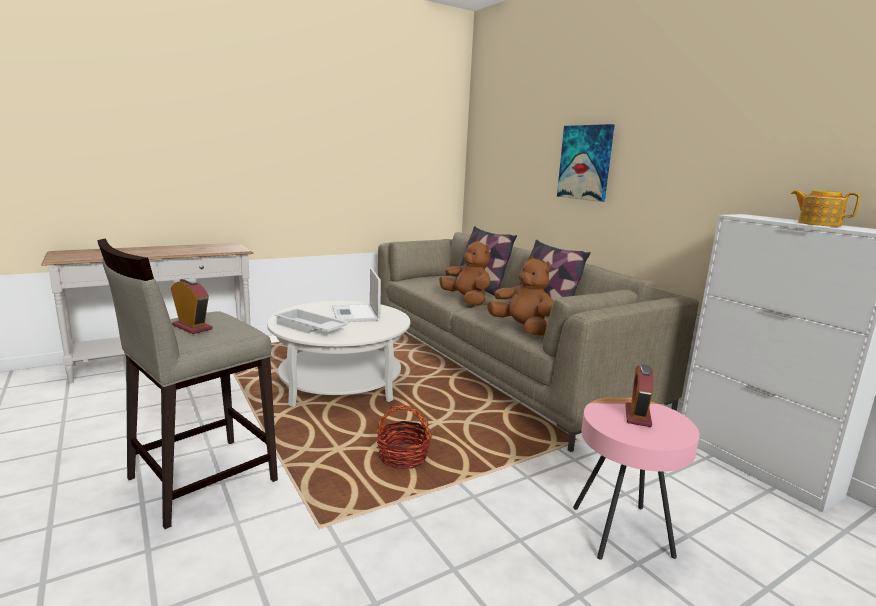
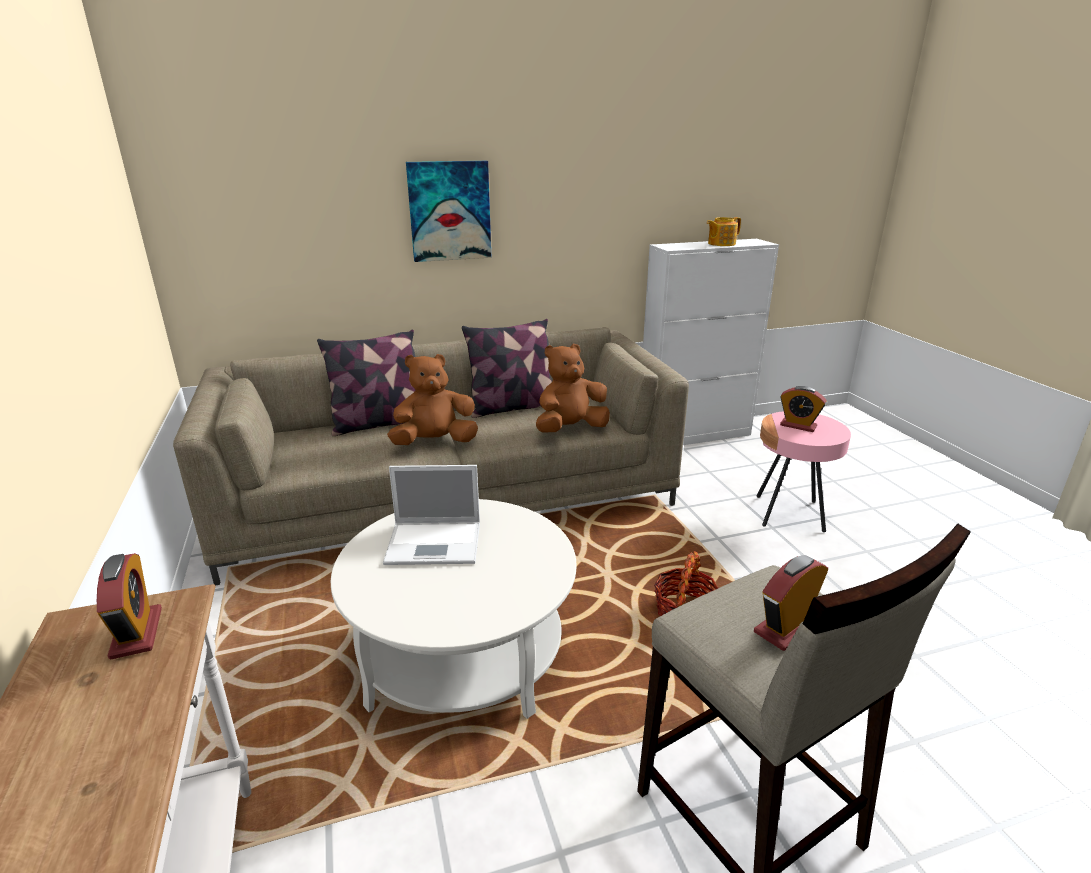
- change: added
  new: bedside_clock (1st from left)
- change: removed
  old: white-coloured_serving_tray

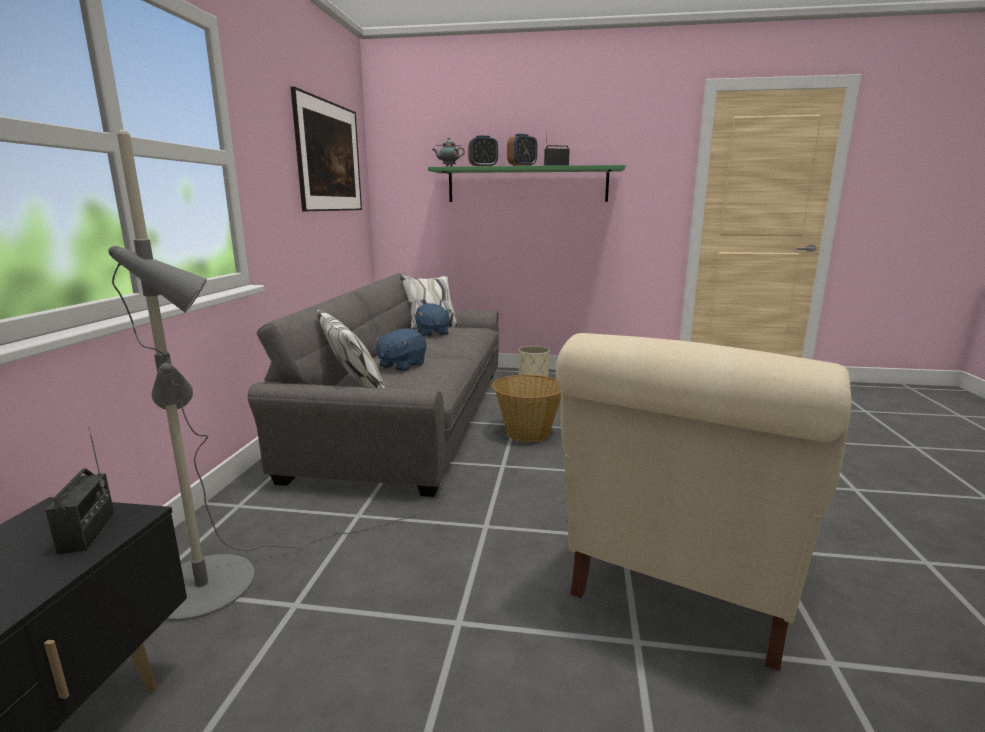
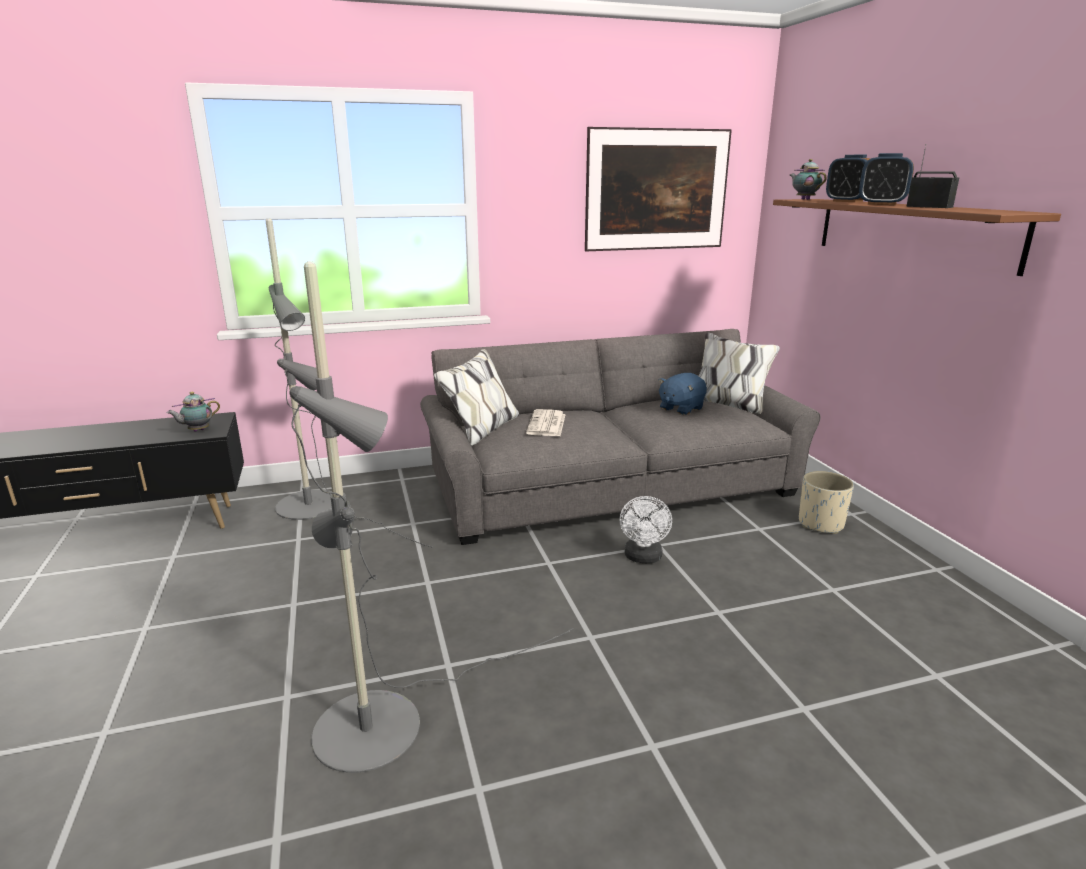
- change: replaced
  old: radio_receiver (1st from left)
  new: pot_for_tea (1st from left)
- change: replaced
  old: beige-coloured_easy_chair
  new: gray_standing_lamp (2nd from left)
- change: replaced
  old: bluish_soft_toy (1st from left)
  new: daily_paper
- change: replaced
  old: storage_basket
  new: white-coloured_fan
- change: recoloured
  old: green-coloured_bracket_shelf
  new: brownish_bracket_shelf

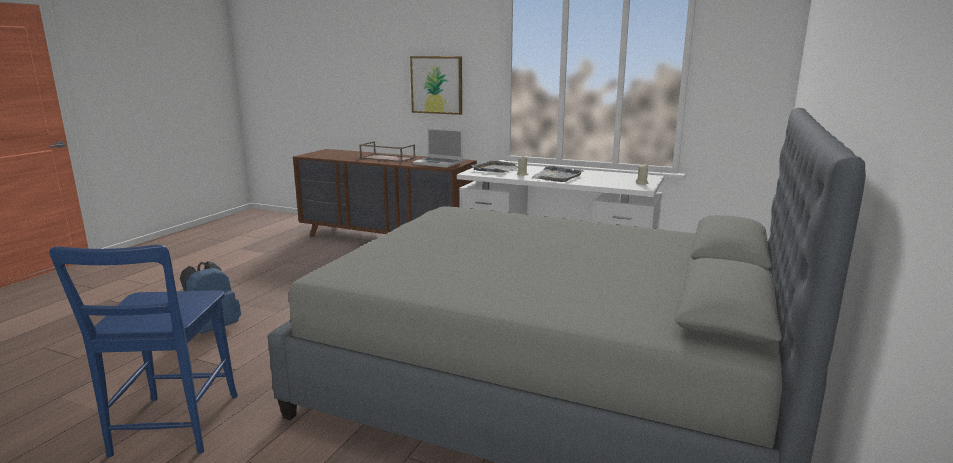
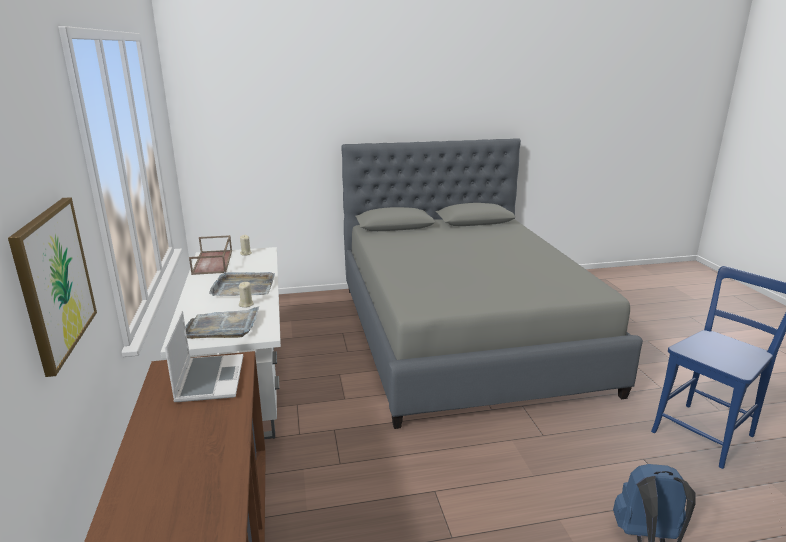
- change: moved
  old: brownish_serving_tray

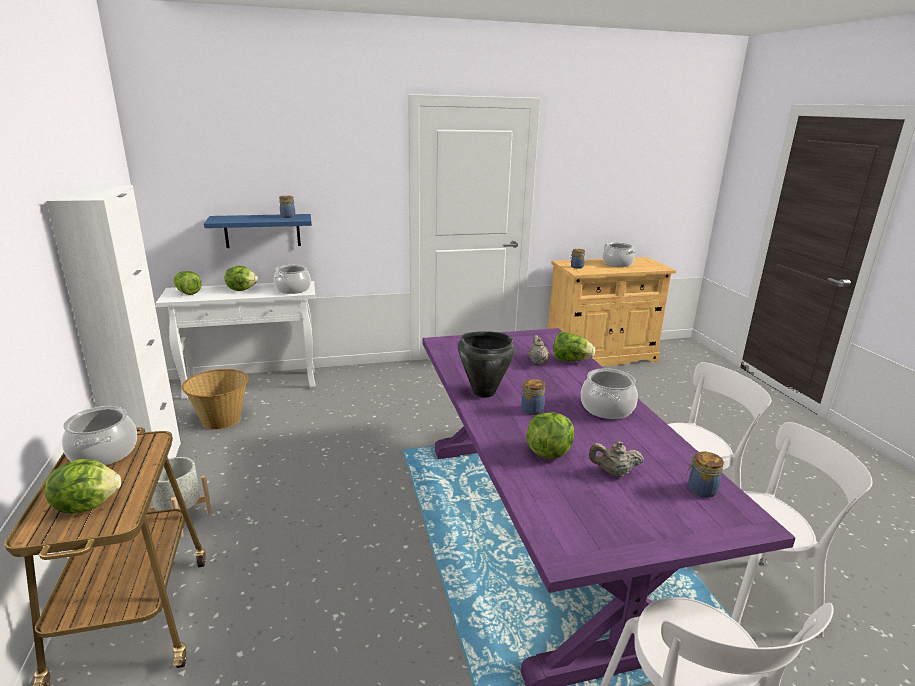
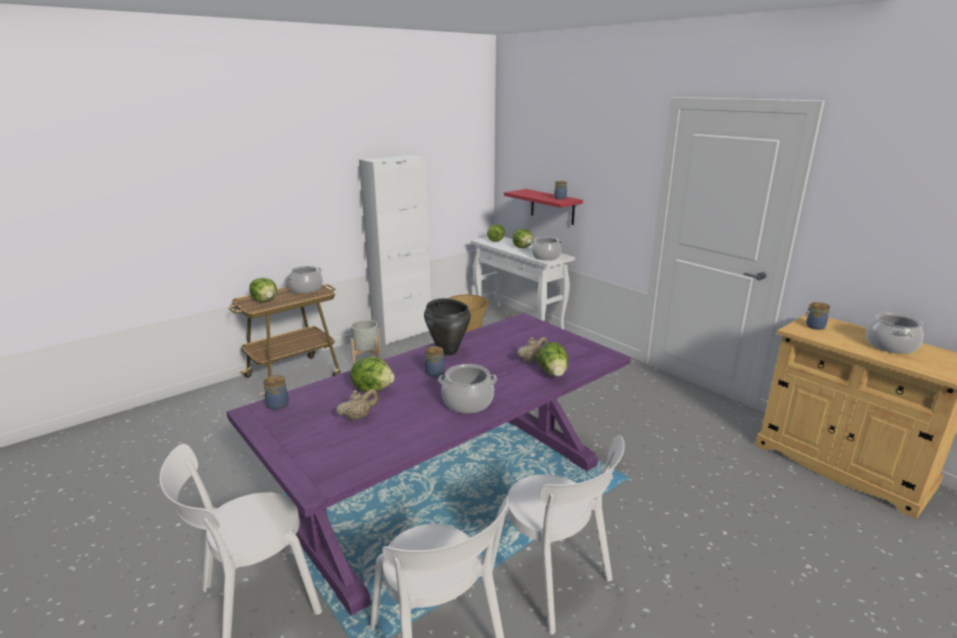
- change: moved
  old: preserve_jar (4th from left in the first image)
  new: preserve_jar (1st from left)
- change: turned
  old: beige-coloured_pot_for_tea (2nd from left in the first image)
  degrees: 75
- change: recoloured
  old: bluish_bracket_shelf
  new: red_bracket_shelf

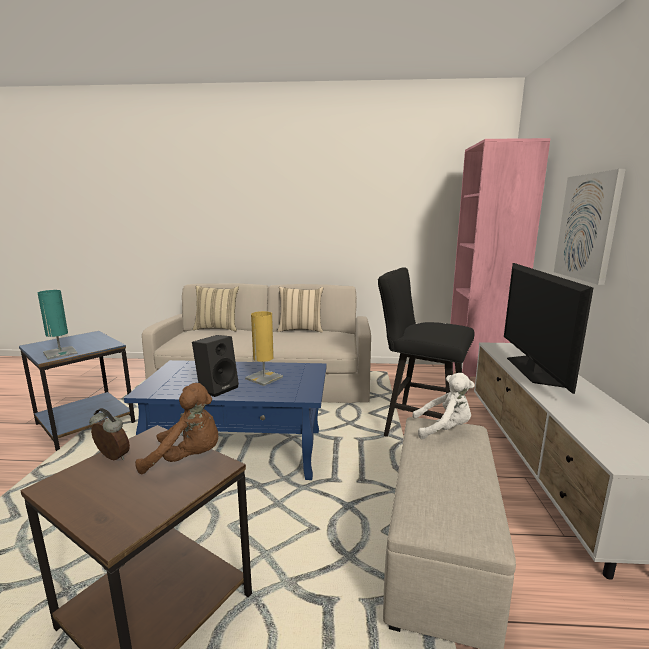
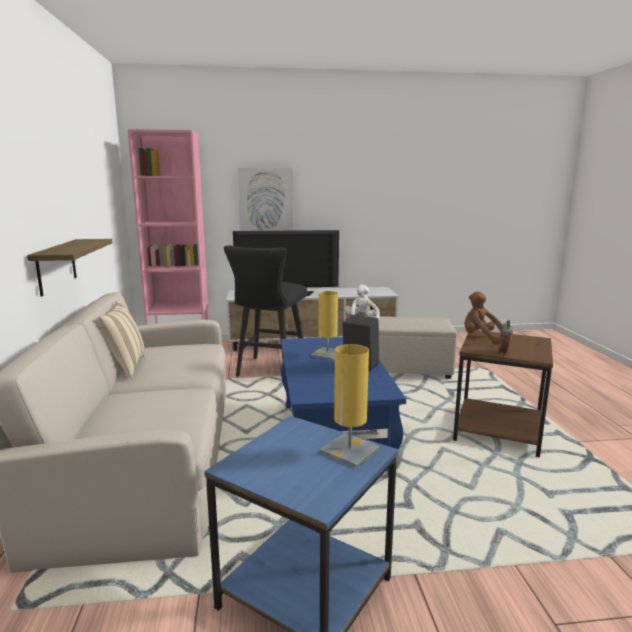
- change: added
  new: bracket_shelf
- change: recoloured
  old: turquoise-coloured_table_lamp
  new: yellowish_table_lamp (2nd from left)
- change: turned
  old: brownish_soft_toy
  degrees: -45
- change: removed
  old: beige-coloured_cushion (1st from left)

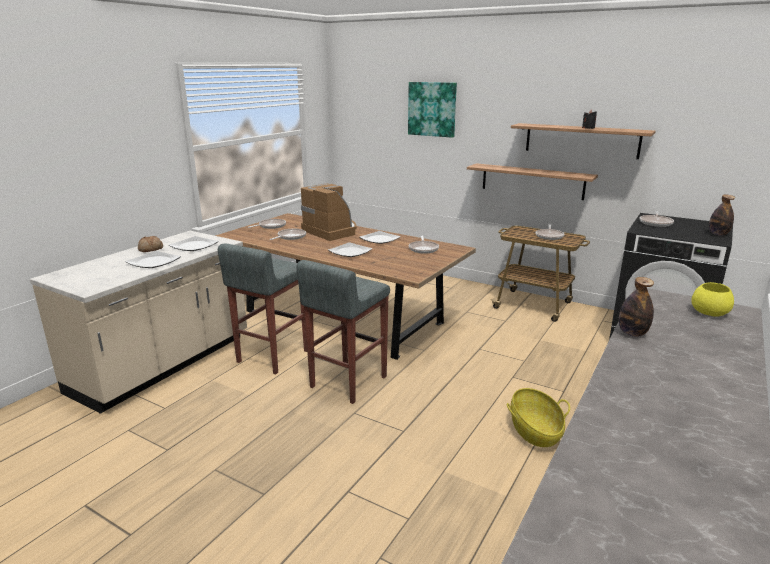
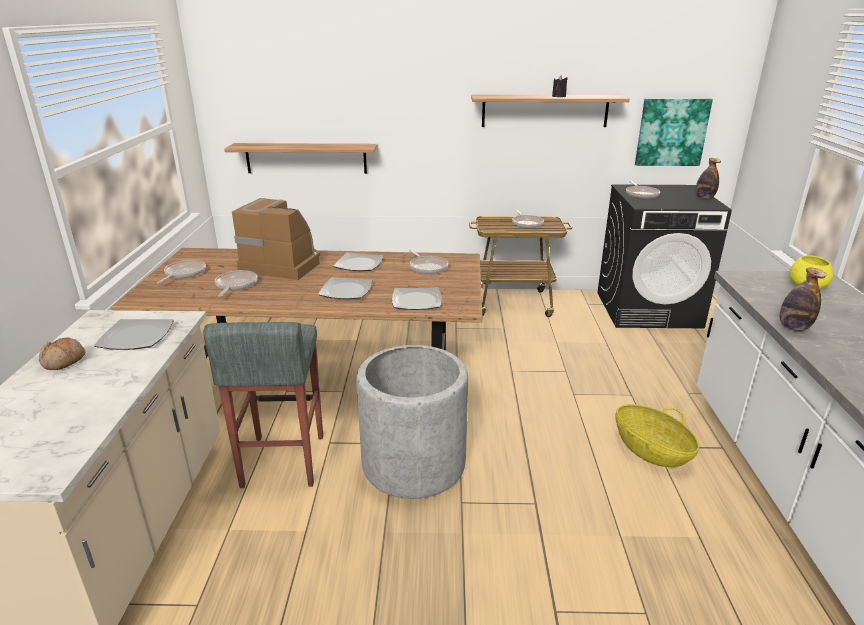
- change: moved
  old: bracket_shelf (1st from left)
- change: replaced
  old: gray_sitting_stool (2nd from left)
  new: gray_plant_pot
- change: moved
  old: dinner_plate (1st from left in the first image)
  new: dinner_plate (4th from left)
- change: moved
  old: wall_art

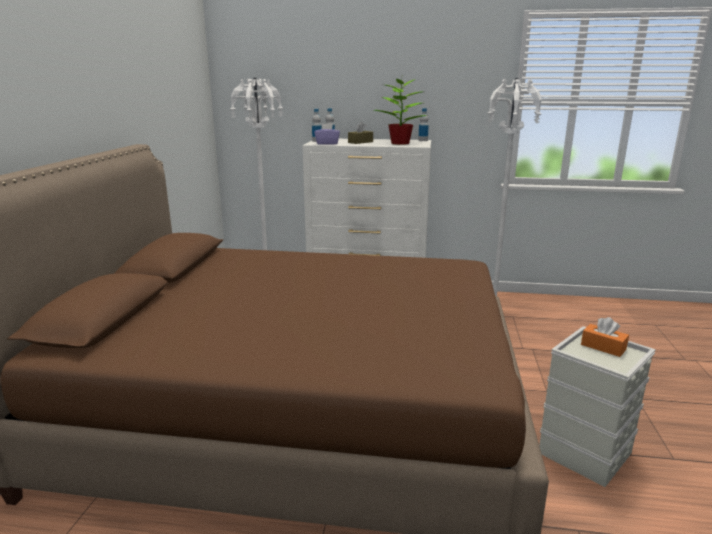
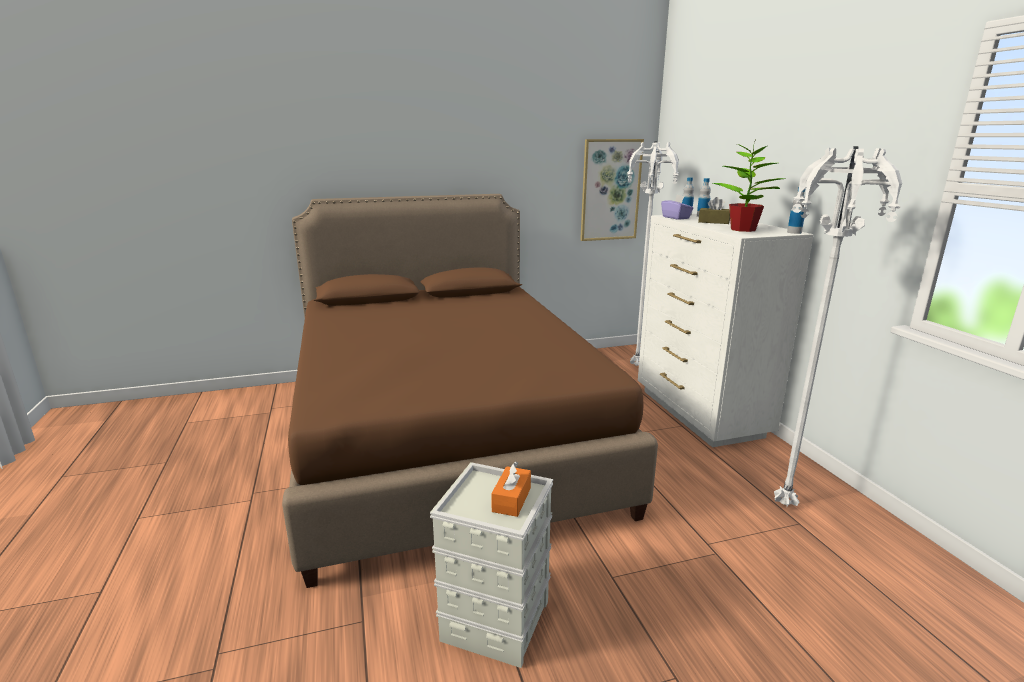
- change: added
  new: wall_art

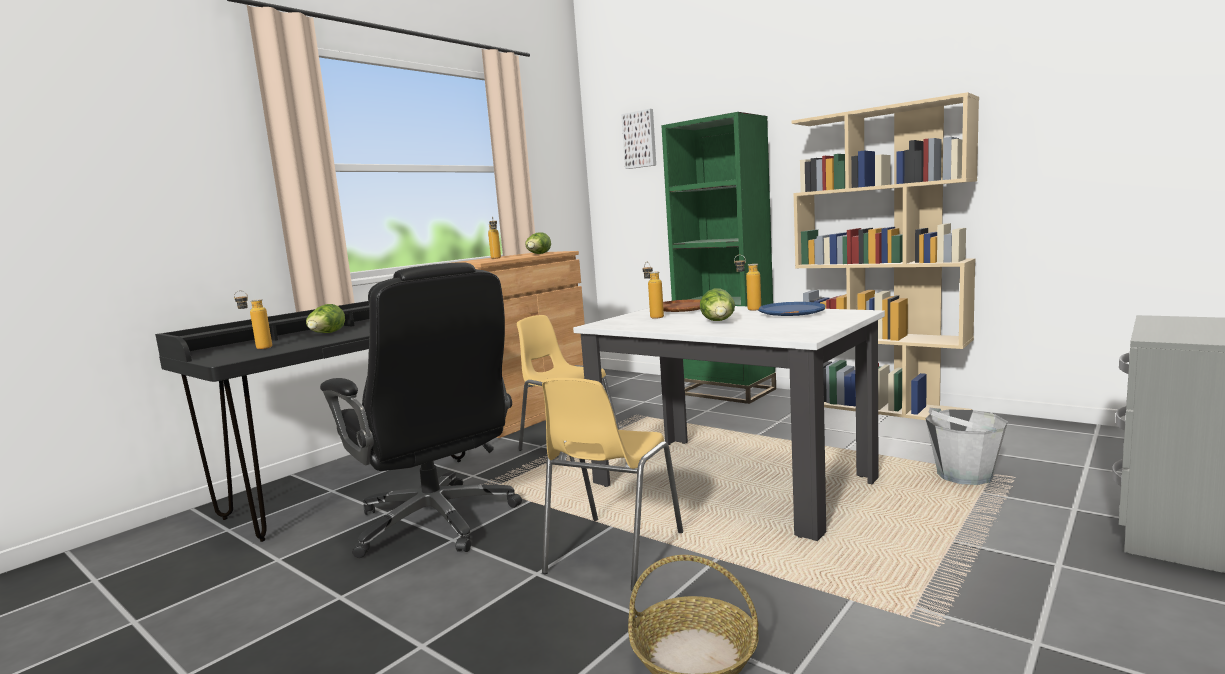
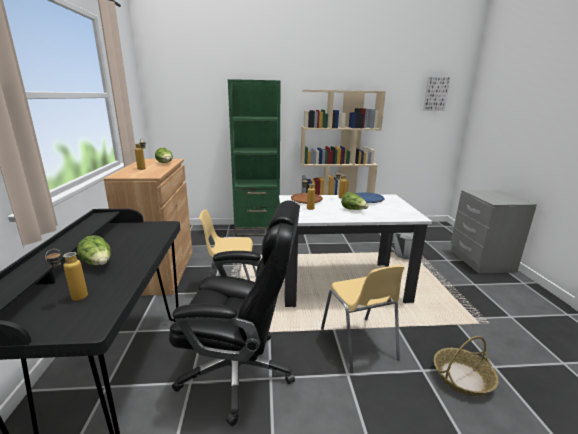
- change: moved
  old: wall_art

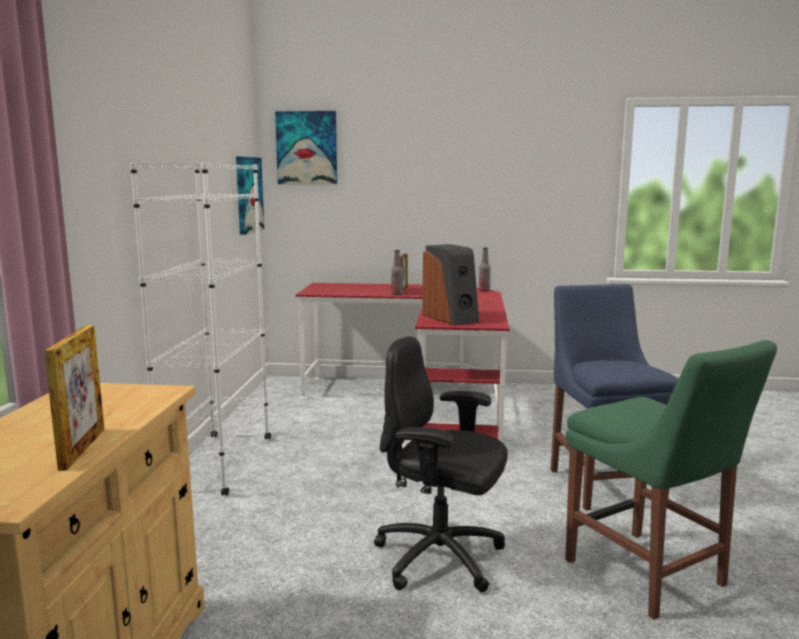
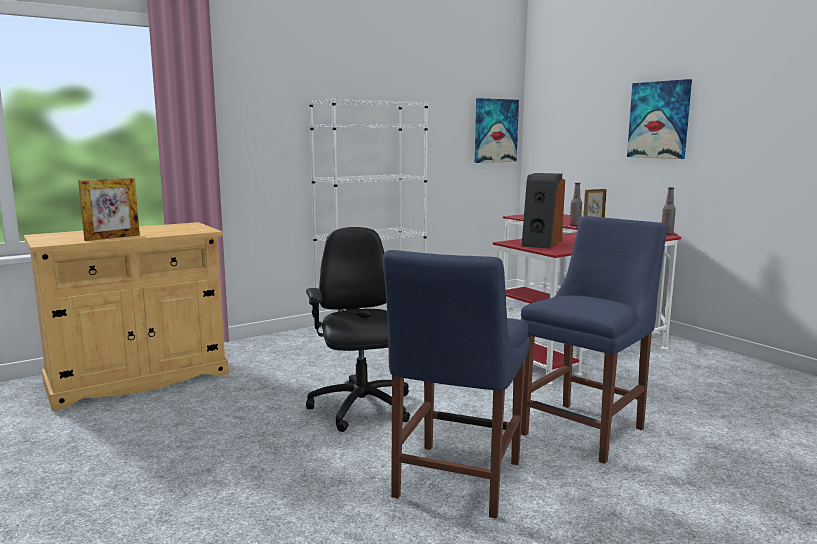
- change: recoloured
  old: green-coloured_plain_chair
  new: bluish_plain_chair (1st from left)
- change: moved
  old: wall_art (2nd from left)

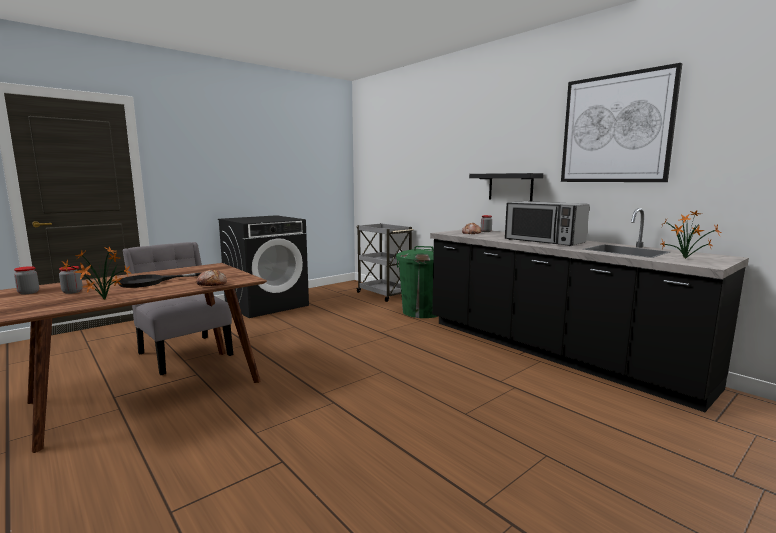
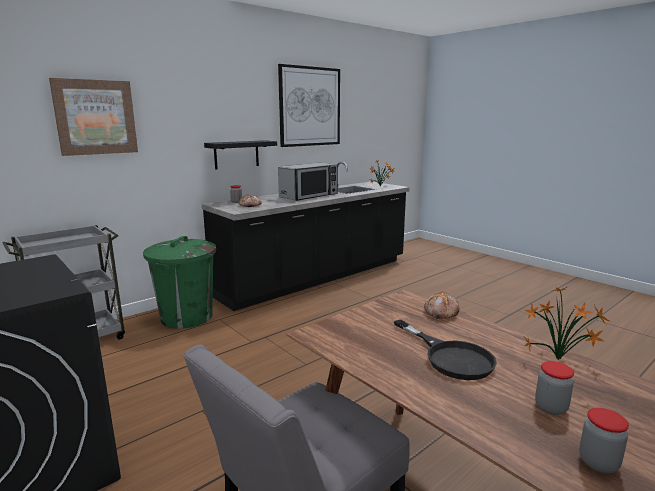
- change: added
  new: wall_art (1st from left)

